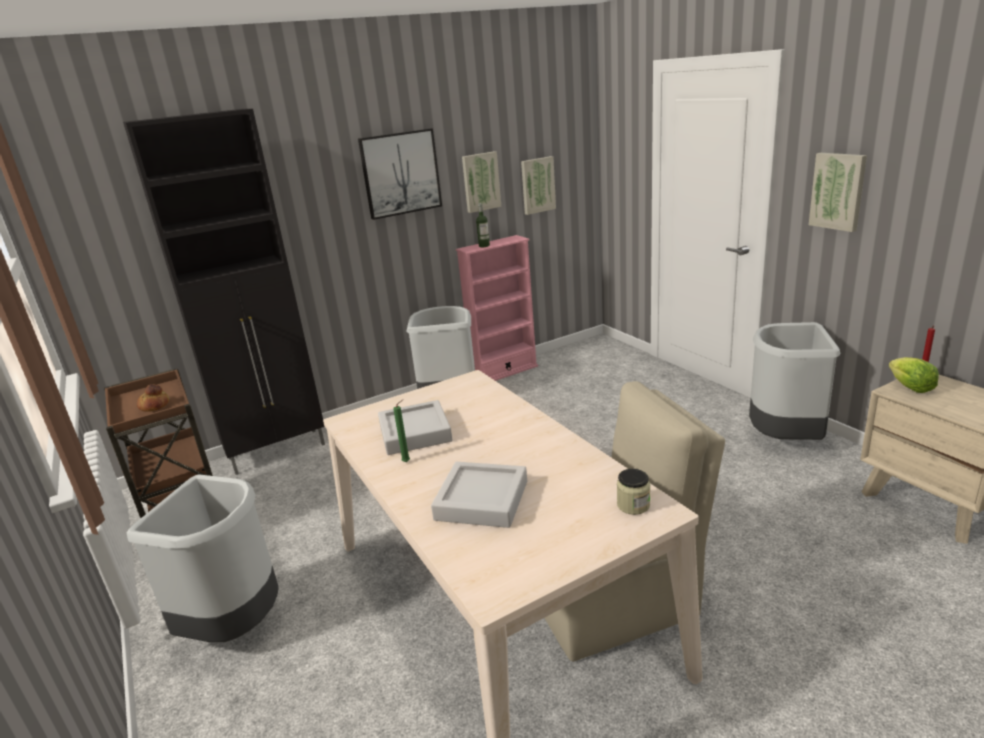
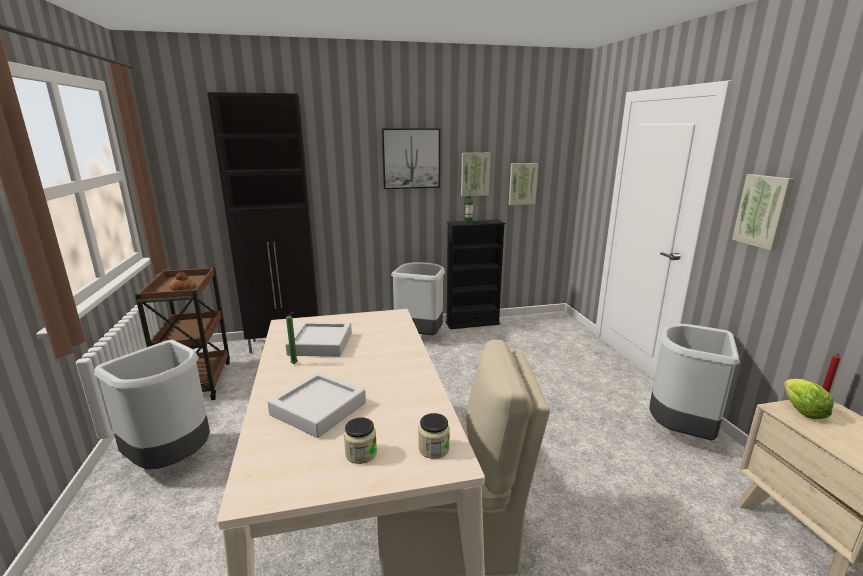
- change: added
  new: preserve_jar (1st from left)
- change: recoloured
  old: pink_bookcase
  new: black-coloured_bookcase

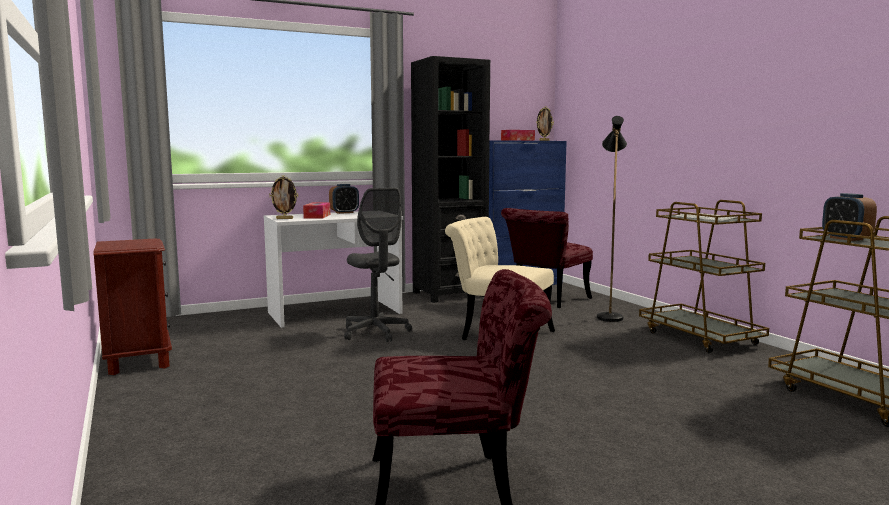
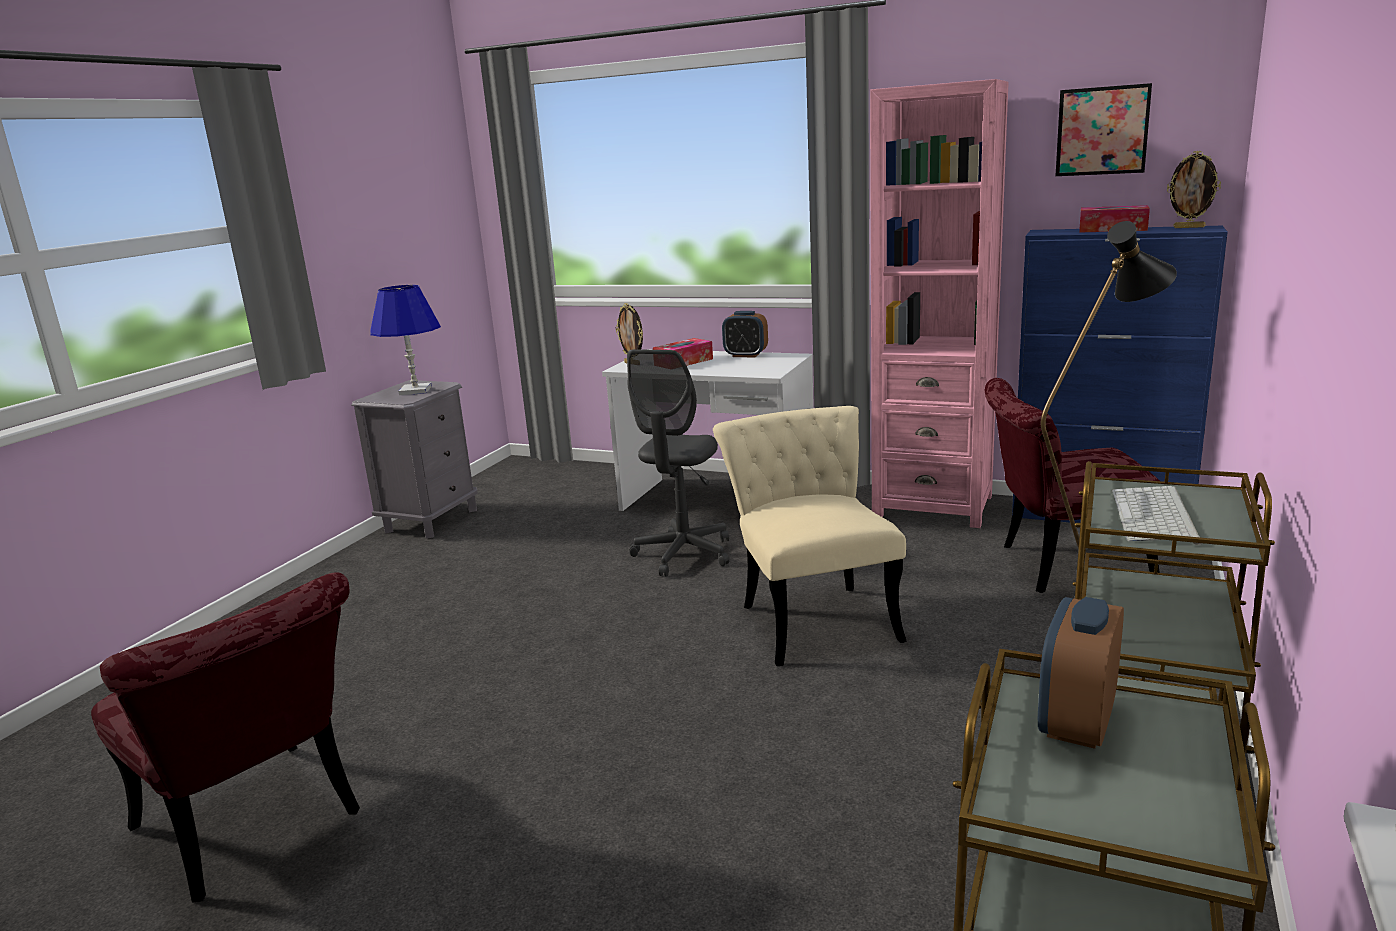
- change: recoloured
  old: brownish_nightstand
  new: gray_nightstand
- change: added
  new: bluish_table_lamp
- change: recoloured
  old: black-coloured_bookcase
  new: pink_bookcase
- change: added
  new: wall_art

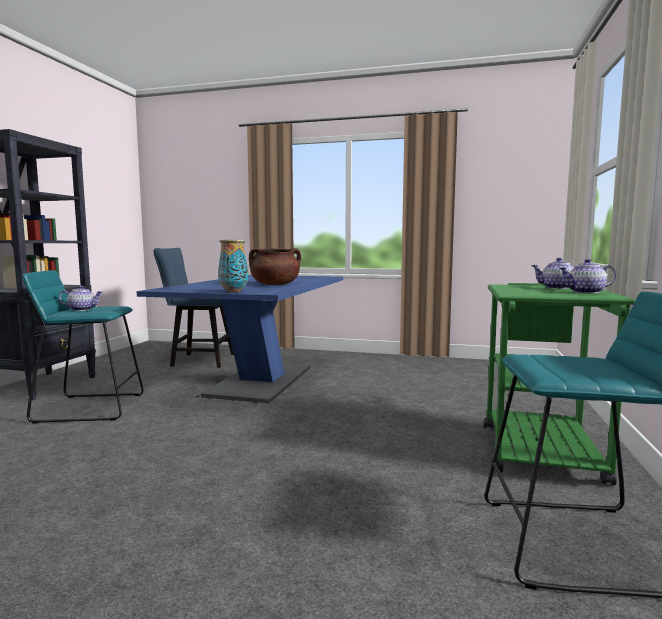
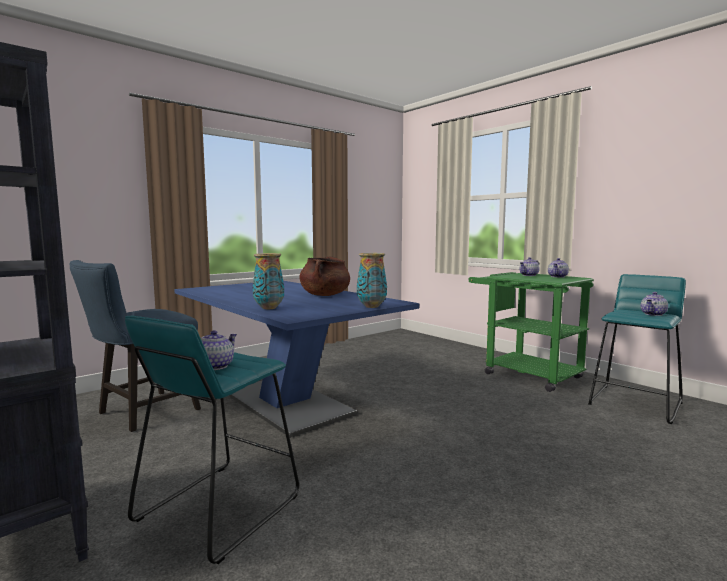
- change: added
  new: decorative_vase (1st from left)
- change: added
  new: pot_for_tea (4th from left)

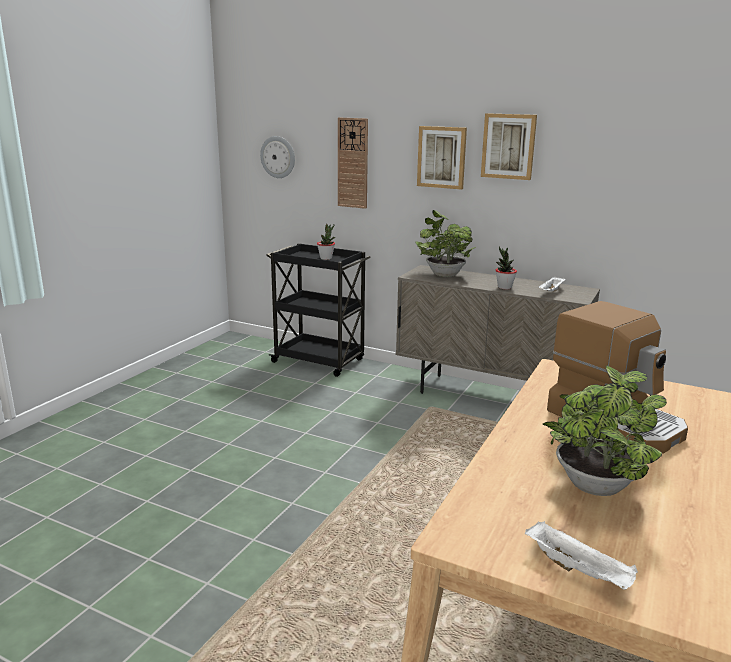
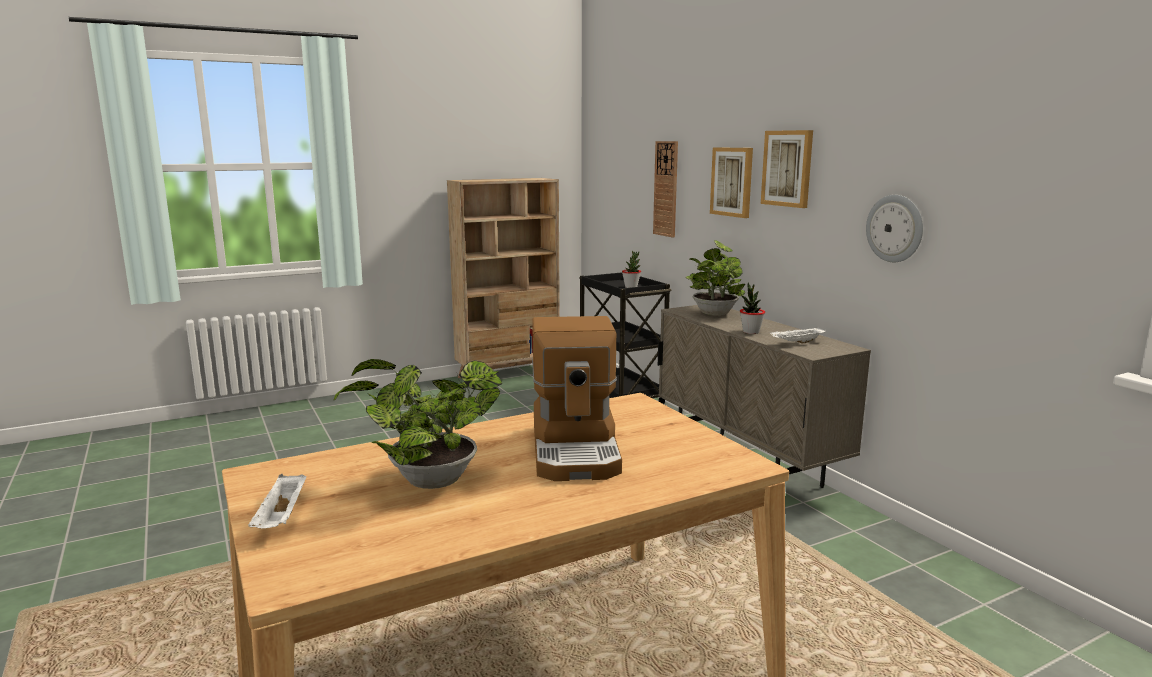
- change: added
  new: beige-coloured_bookcase
- change: moved
  old: wall_clock (1st from left in the first image)
  new: wall_clock (2nd from left)

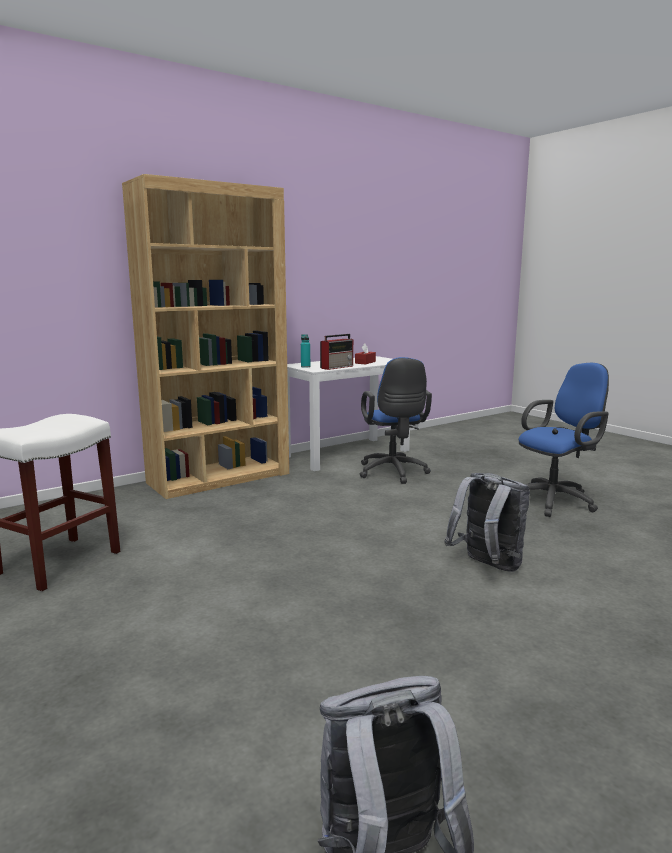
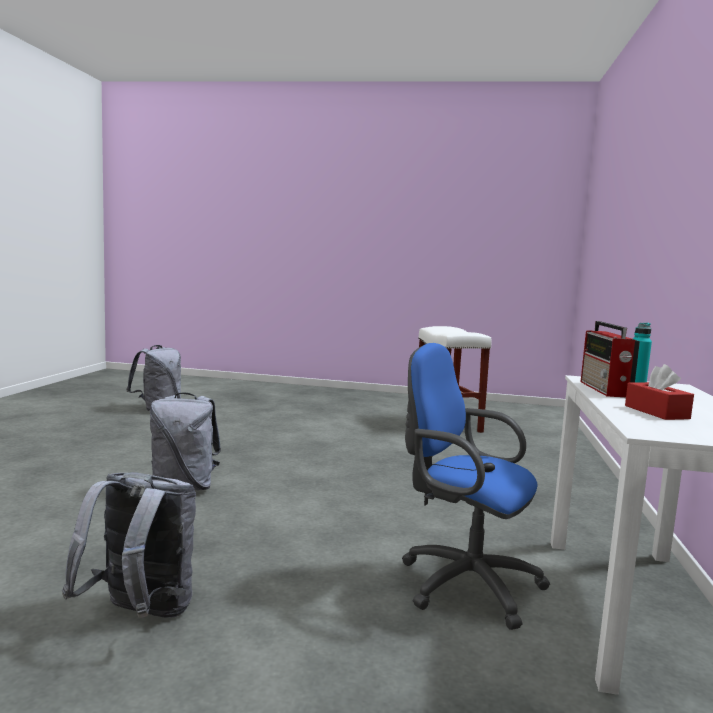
- change: replaced
  old: bluish_office_chair (2nd from left)
  new: gray_knapsack (1st from left)
- change: removed
  old: brownish_bookcase

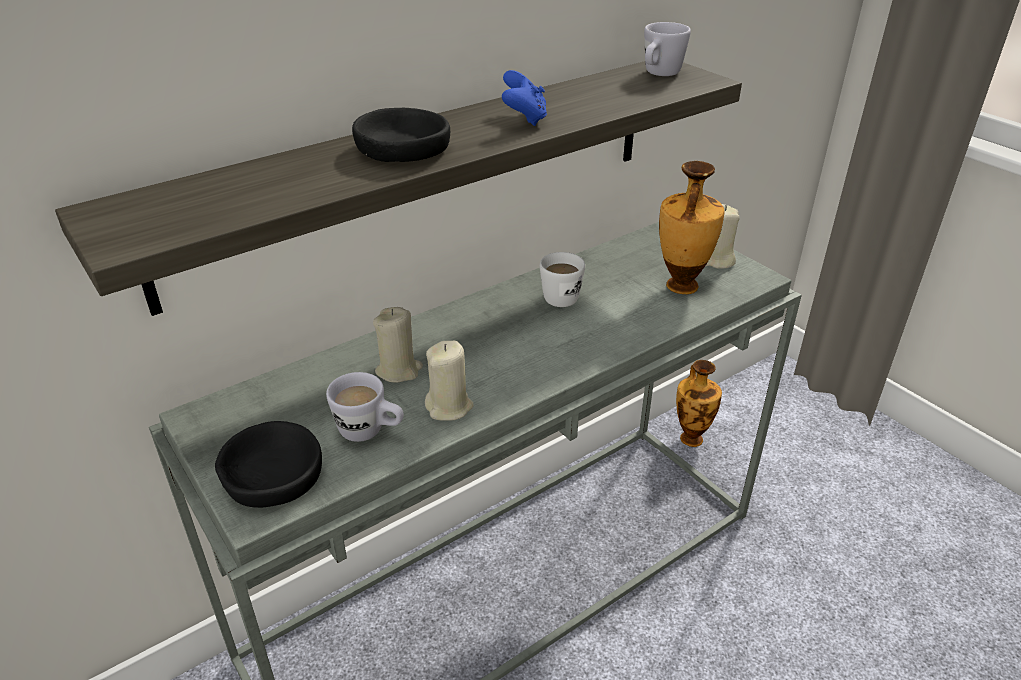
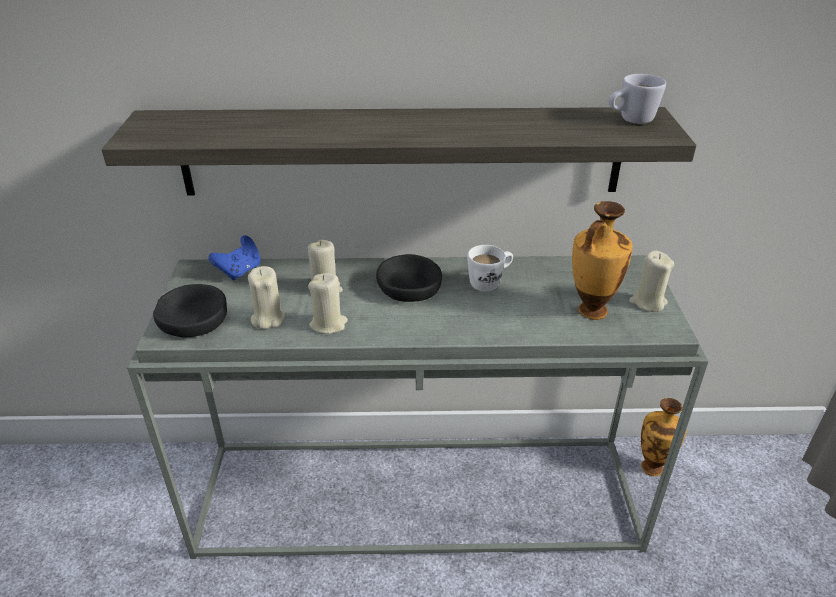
- change: moved
  old: bluish_game_controller
- change: replaced
  old: white-coloured_tea_mug (1st from left)
  new: beige-coloured_candle (1st from left)
- change: moved
  old: black-coloured_serving_bowl (2nd from left)

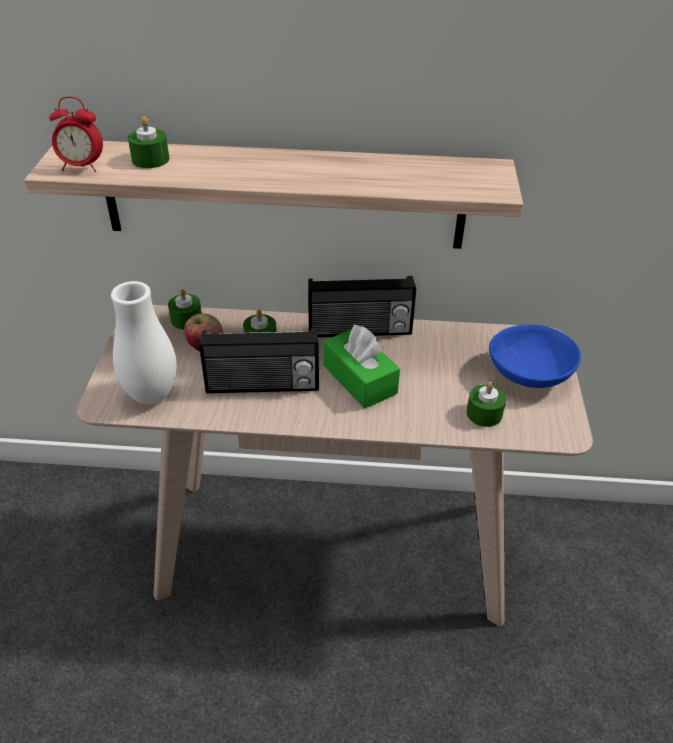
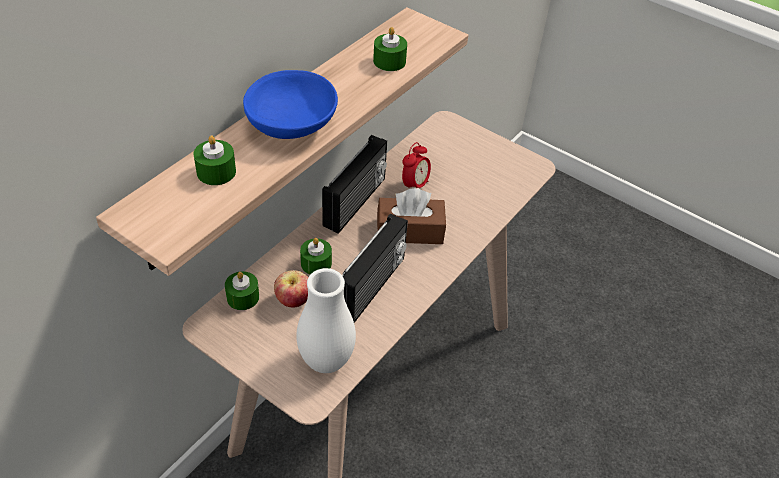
- change: moved
  old: bluish_serving_bowl
- change: moved
  old: green-coloured_candle (4th from left)
- change: recoloured
  old: green-coloured_tissue_box
  new: brownish_tissue_box
- change: moved
  old: bedside_clock

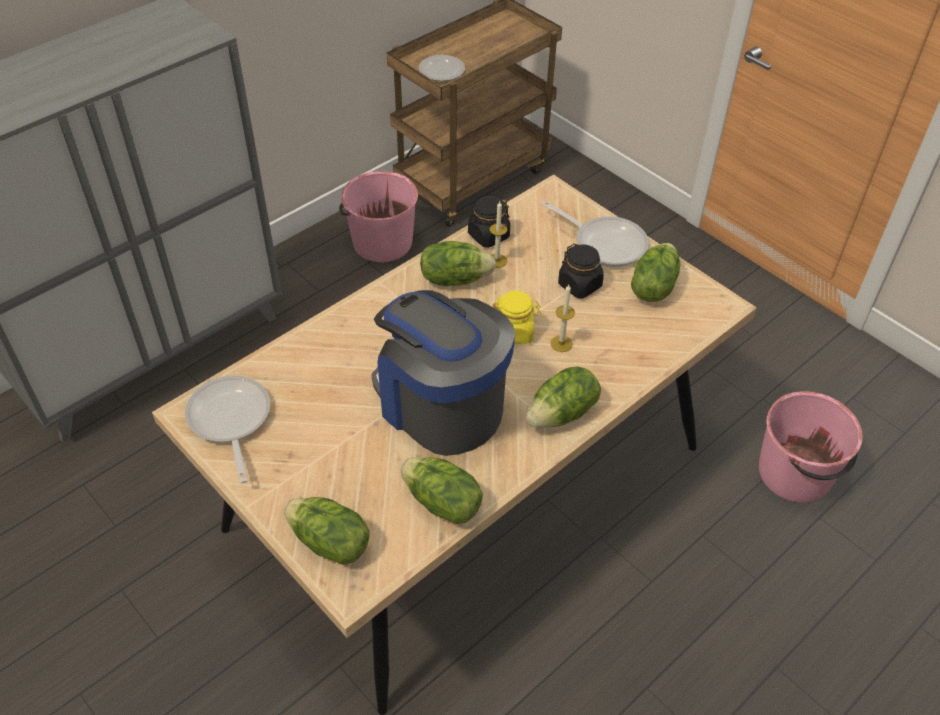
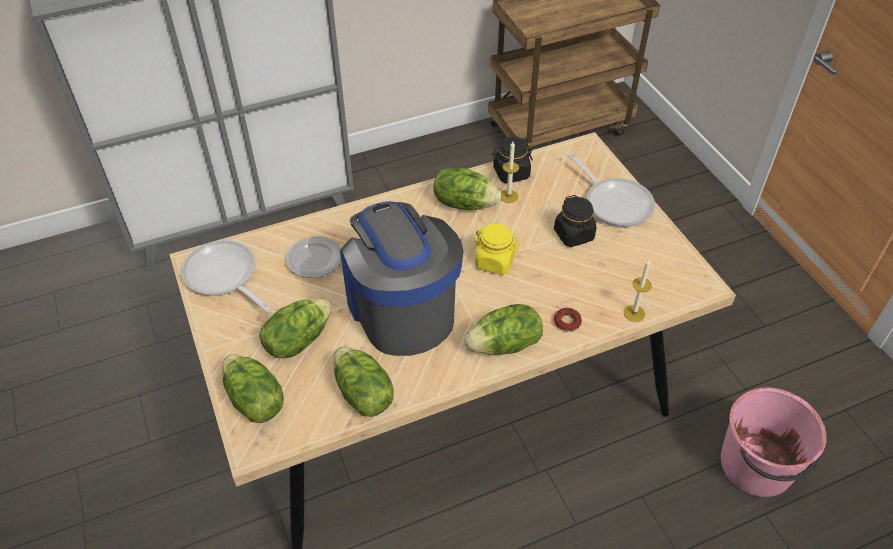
- change: turned
  old: frying_pan (1st from left)
  degrees: -45
- change: moved
  old: lettuce (5th from left in the first image)
  new: lettuce (2nd from left)
- change: moved
  old: dinner_plate
- change: added
  new: ring_doughnut
- change: moved
  old: candle (2nd from left)
- change: removed
  old: pink_pail (1st from left)

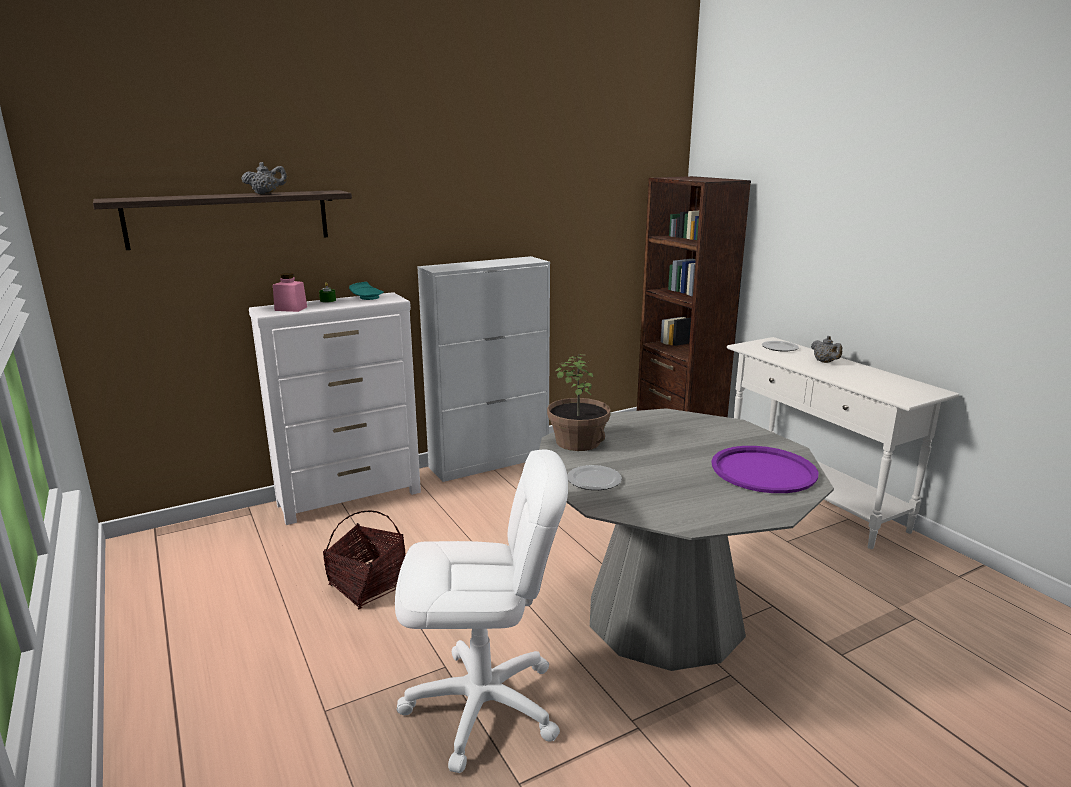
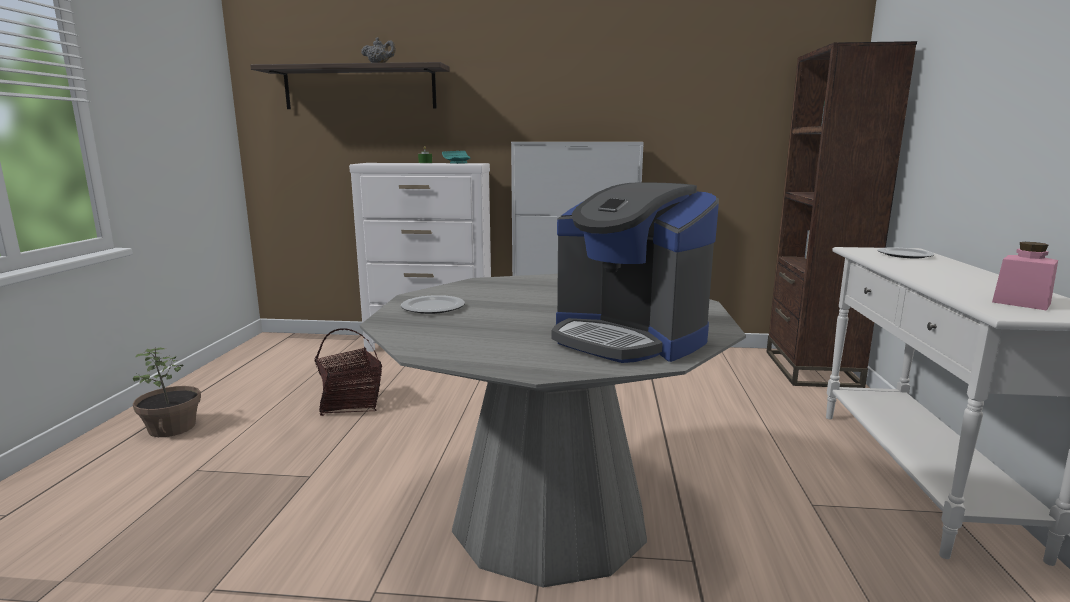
- change: moved
  old: plant_in_a_pot
- change: replaced
  old: purplish_serving_tray
  new: coffee_maker
- change: moved
  old: pink_preserve_jar
- change: removed
  old: white-coloured_office_chair
- change: removed
  old: gray_pot_for_tea (2nd from left)

